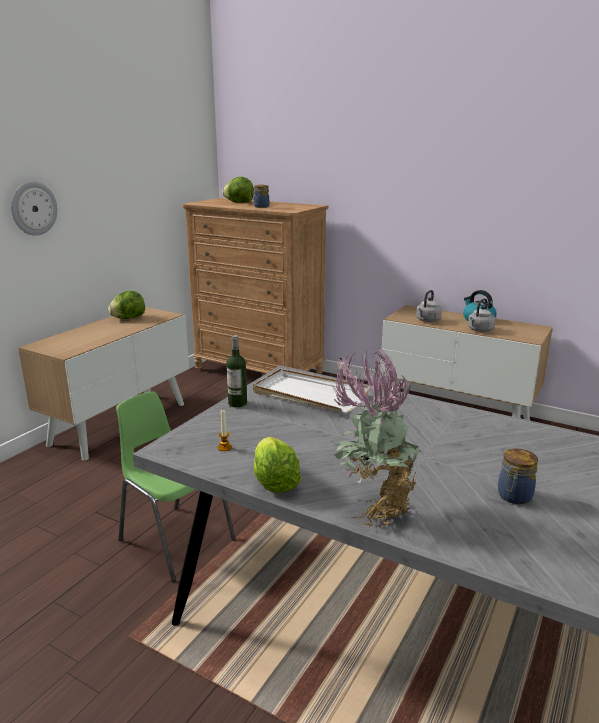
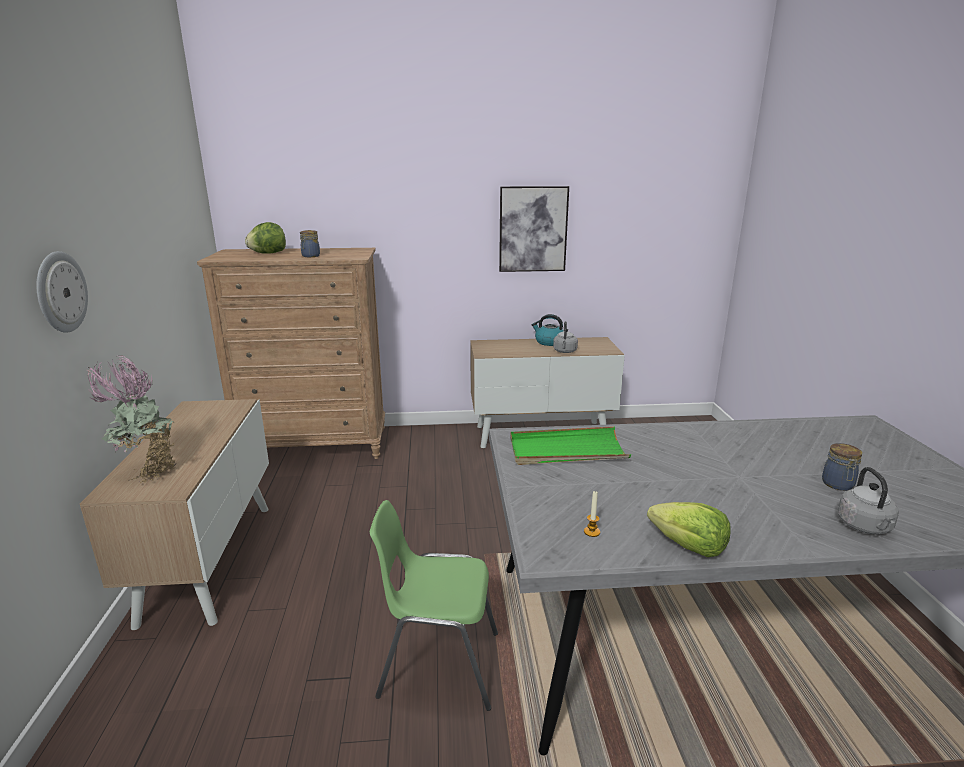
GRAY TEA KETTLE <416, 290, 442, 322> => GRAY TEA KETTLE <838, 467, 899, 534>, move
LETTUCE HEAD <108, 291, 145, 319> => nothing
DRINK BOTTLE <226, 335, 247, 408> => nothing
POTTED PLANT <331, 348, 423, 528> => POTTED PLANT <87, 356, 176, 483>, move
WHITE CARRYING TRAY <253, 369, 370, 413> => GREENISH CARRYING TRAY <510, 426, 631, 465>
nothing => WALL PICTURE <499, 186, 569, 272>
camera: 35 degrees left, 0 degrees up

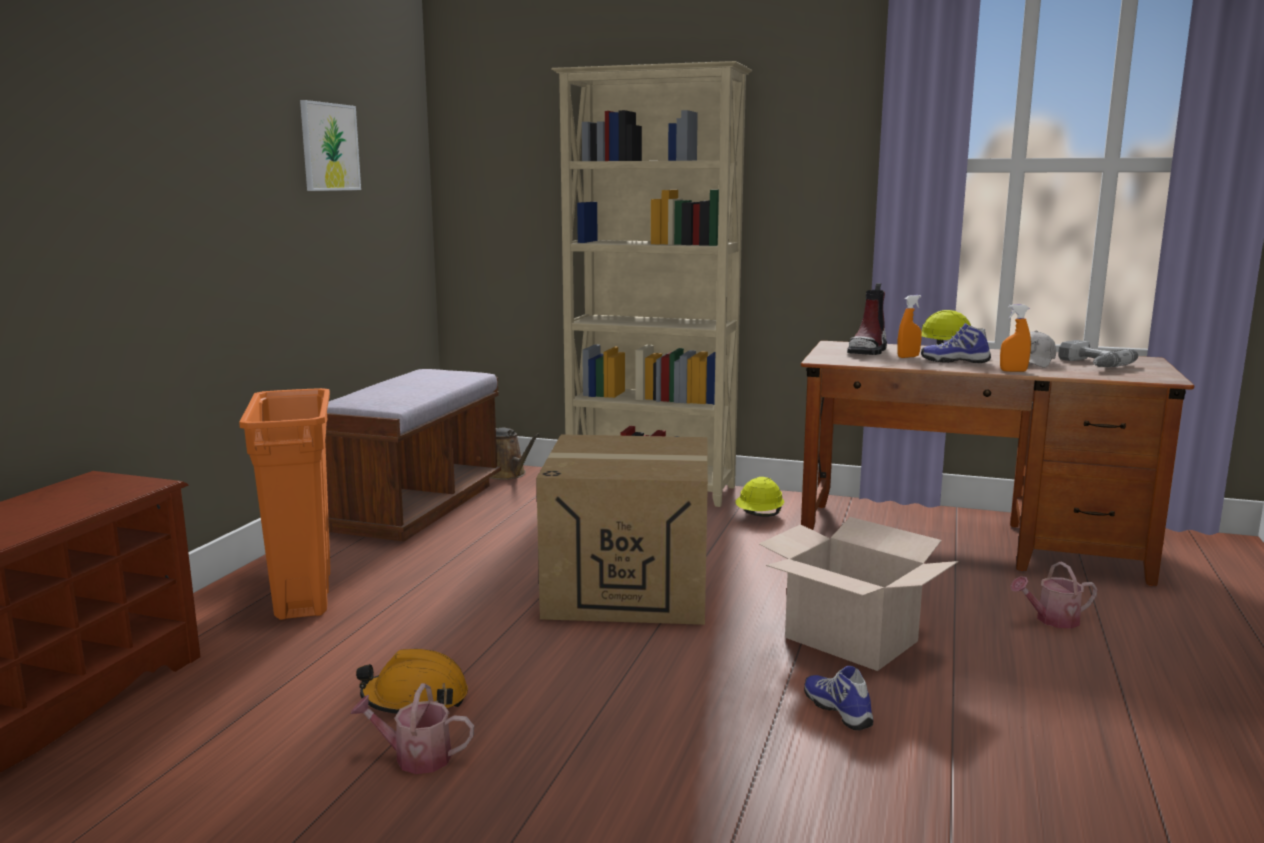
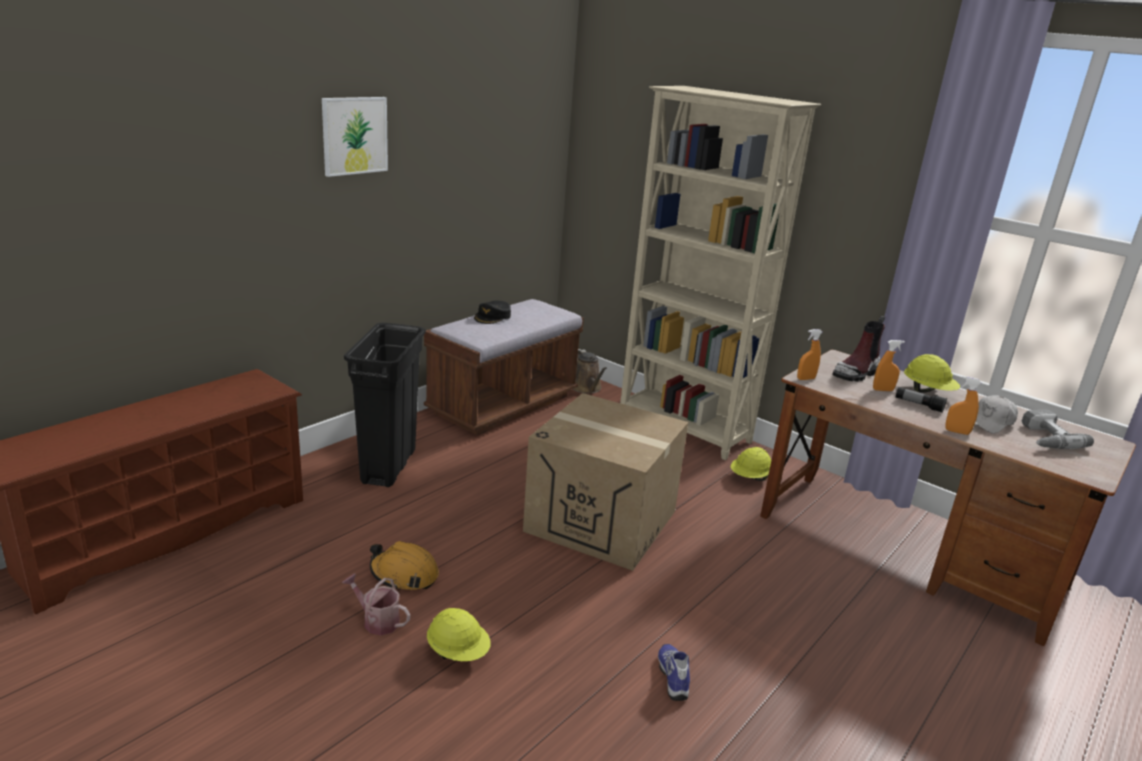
WALL PICTURE <300, 100, 361, 191> => WALL PICTURE <322, 97, 388, 177>, move
LOW SHOE <921, 323, 991, 363> => HAND TORCH <896, 387, 947, 413>
ORANGEY RUBBISH BIN <239, 388, 331, 620> => BLACKISH RUBBISH BIN <344, 323, 426, 487>
PACKING BOX <759, 517, 959, 671> => nothing
SPRINKLING CAN <1010, 562, 1098, 629> => nothing
nothing => BLACKISH BASEBALL CAP <474, 301, 511, 324>
nothing => ORANGEY HAND SPRAYER <797, 329, 822, 380>
nothing => YELLOWISH HARD HAT <427, 608, 490, 661>
camera: 20 degrees right, 10 degrees up

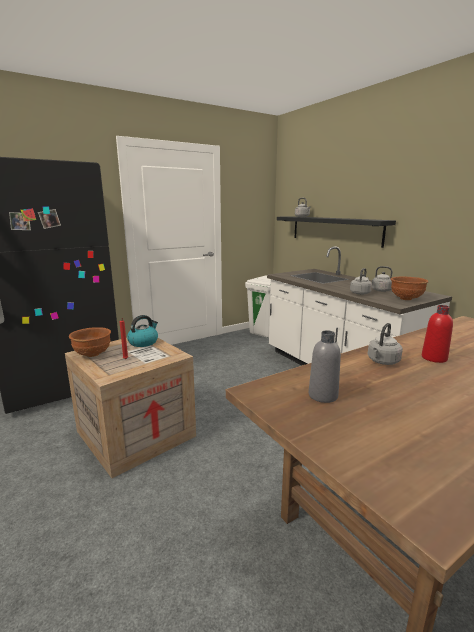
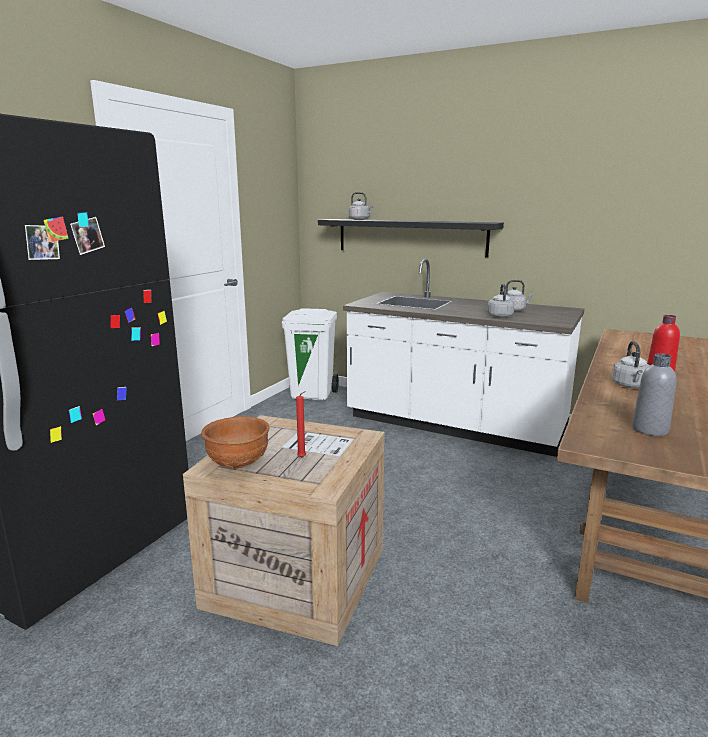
BROWN SERVING BOWL <391, 277, 429, 300> => nothing
TEA KETTLE <127, 315, 158, 347> => nothing
camera: 30 degrees left, 0 degrees up

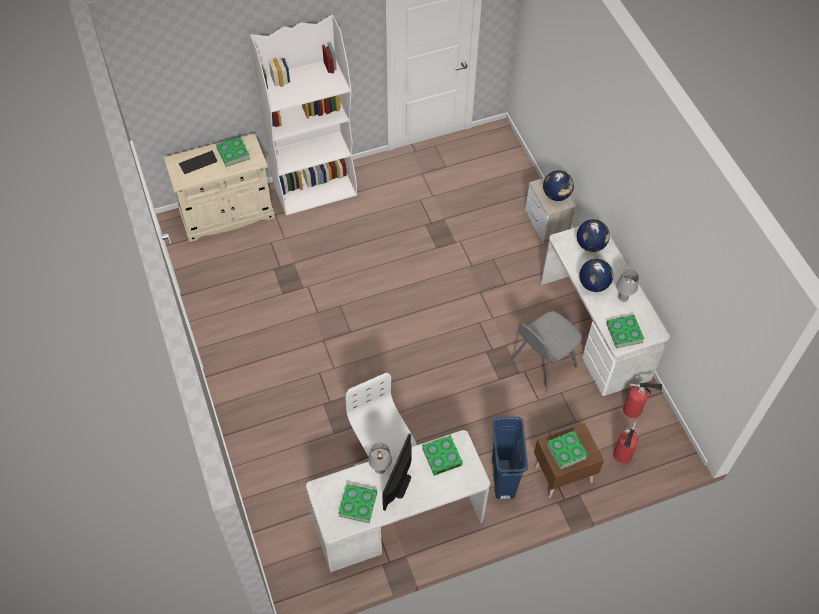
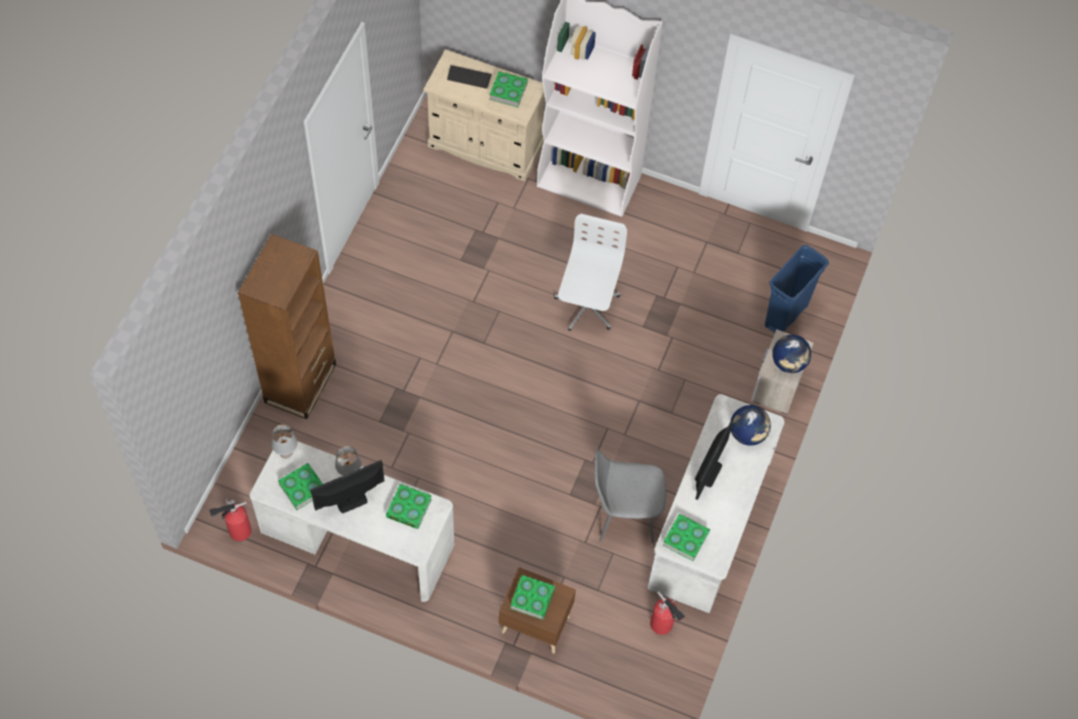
DESK GLOBE <579, 259, 613, 292> => MONITOR <695, 420, 733, 500>
GRAY LAMP FOR A TABLE <616, 269, 639, 302> => GRAY LAMP FOR A TABLE <271, 425, 298, 459>, move
WHITE OFFICE CHAIR <345, 373, 417, 466> => WHITE OFFICE CHAIR <554, 214, 627, 331>, move
BLUE RUBBISH BIN <492, 417, 528, 499> => BLUE RUBBISH BIN <765, 245, 829, 333>, move
FIRE-FIGHTING CYLINDER <613, 422, 639, 463> => FIRE-FIGHTING CYLINDER <209, 498, 252, 541>, move
nothing => BROWN BOOKSHELF <238, 234, 336, 419>
camera: 40 degrees right, 5 degrees up

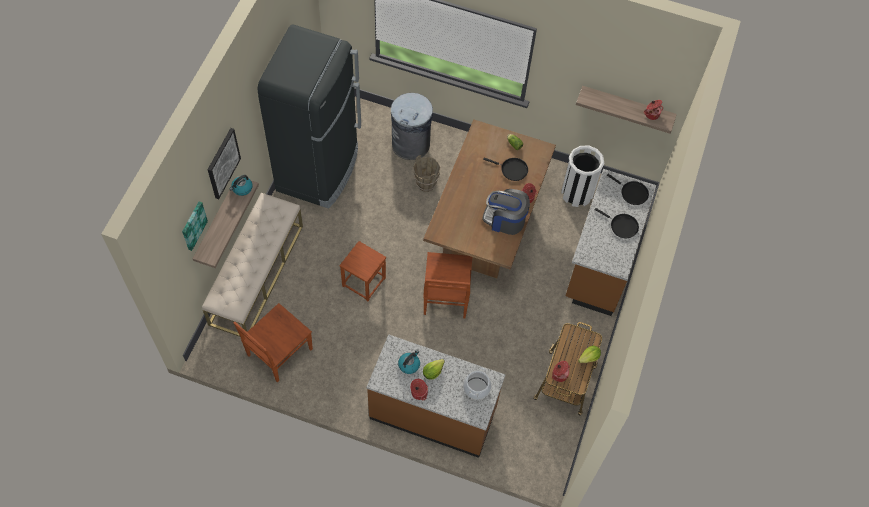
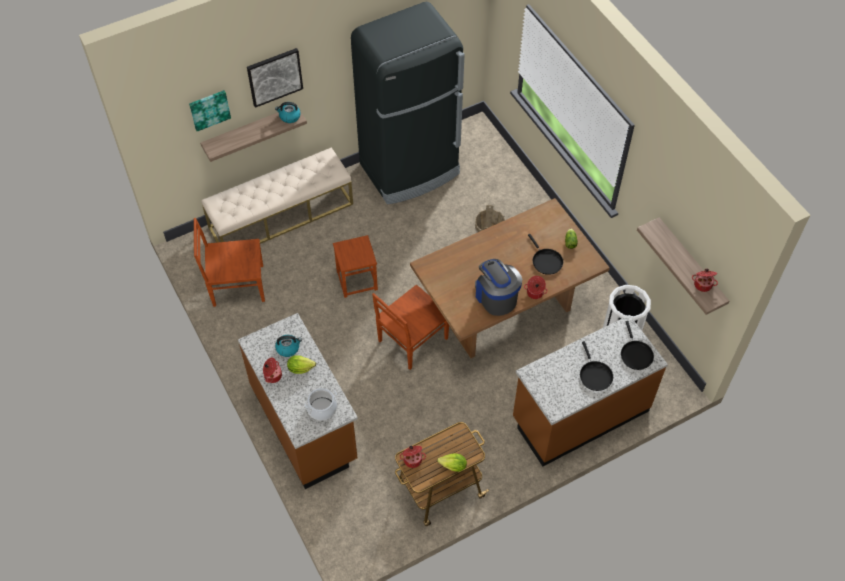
GRAY RUBBISH BIN <391, 93, 433, 160> => nothing
camera: 45 degrees right, 5 degrees down

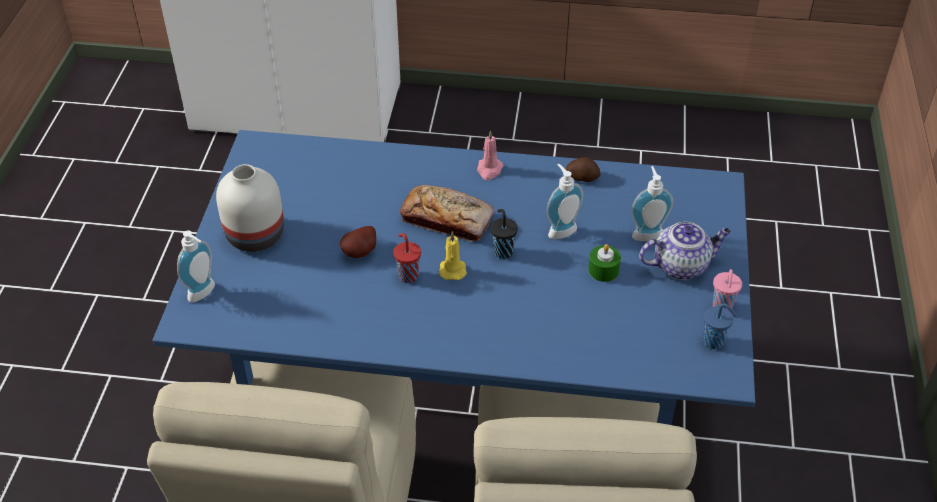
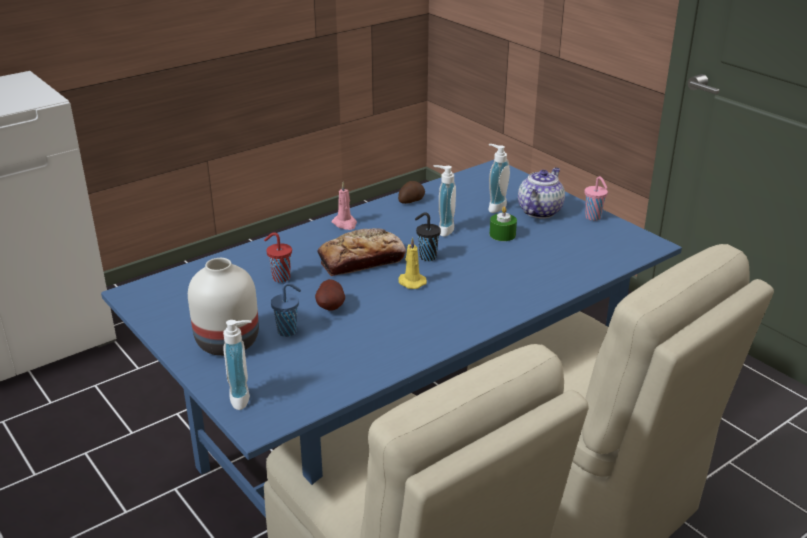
RED-COLOURED CUP <393, 233, 421, 283> => RED-COLOURED CUP <264, 232, 292, 283>, move
BLUE CUP <703, 303, 737, 349> => BLUE CUP <271, 283, 301, 337>, move
camera: 45 degrees left, 15 degrees down

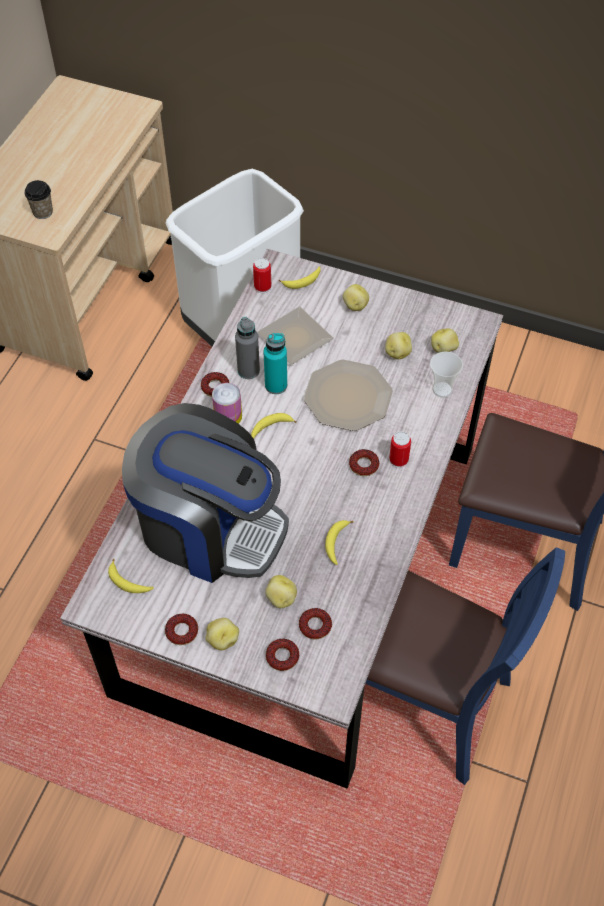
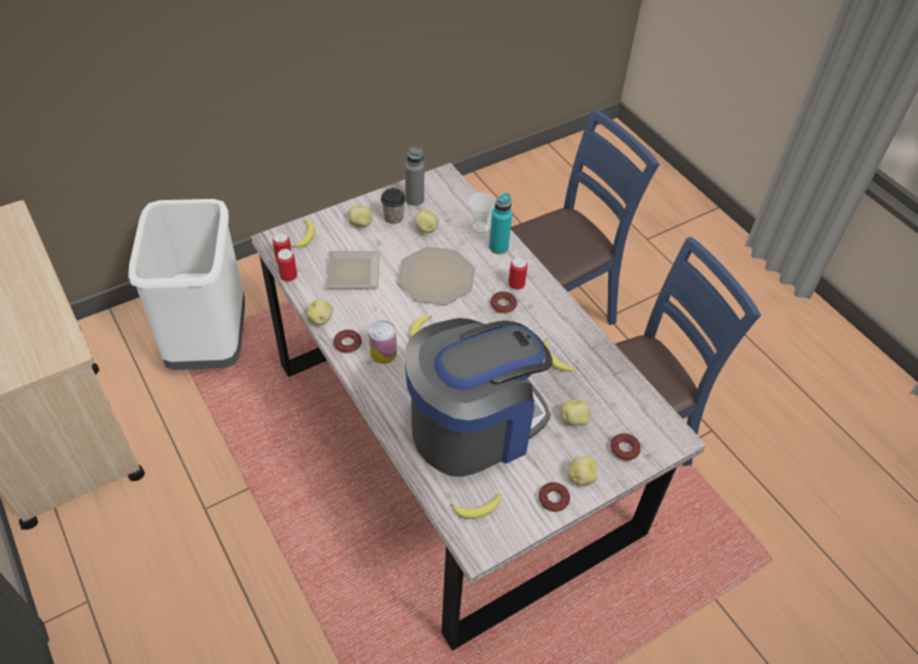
CUP <25, 180, 53, 219> => CUP <381, 188, 406, 224>, move
GRAY DRINK BOTTLE <235, 317, 260, 379> => GRAY DRINK BOTTLE <405, 148, 424, 206>, move
POTATO <431, 328, 459, 353> => POTATO <307, 299, 333, 325>, move
TURQUOISE-COLOURED DRINK BOTTLE <264, 333, 287, 394> => TURQUOISE-COLOURED DRINK BOTTLE <489, 193, 512, 254>, move
DONUT <299, 608, 332, 640> => nothing
nothing => METAL CAN <277, 249, 297, 283>
camera: 55 degrees left, 5 degrees down

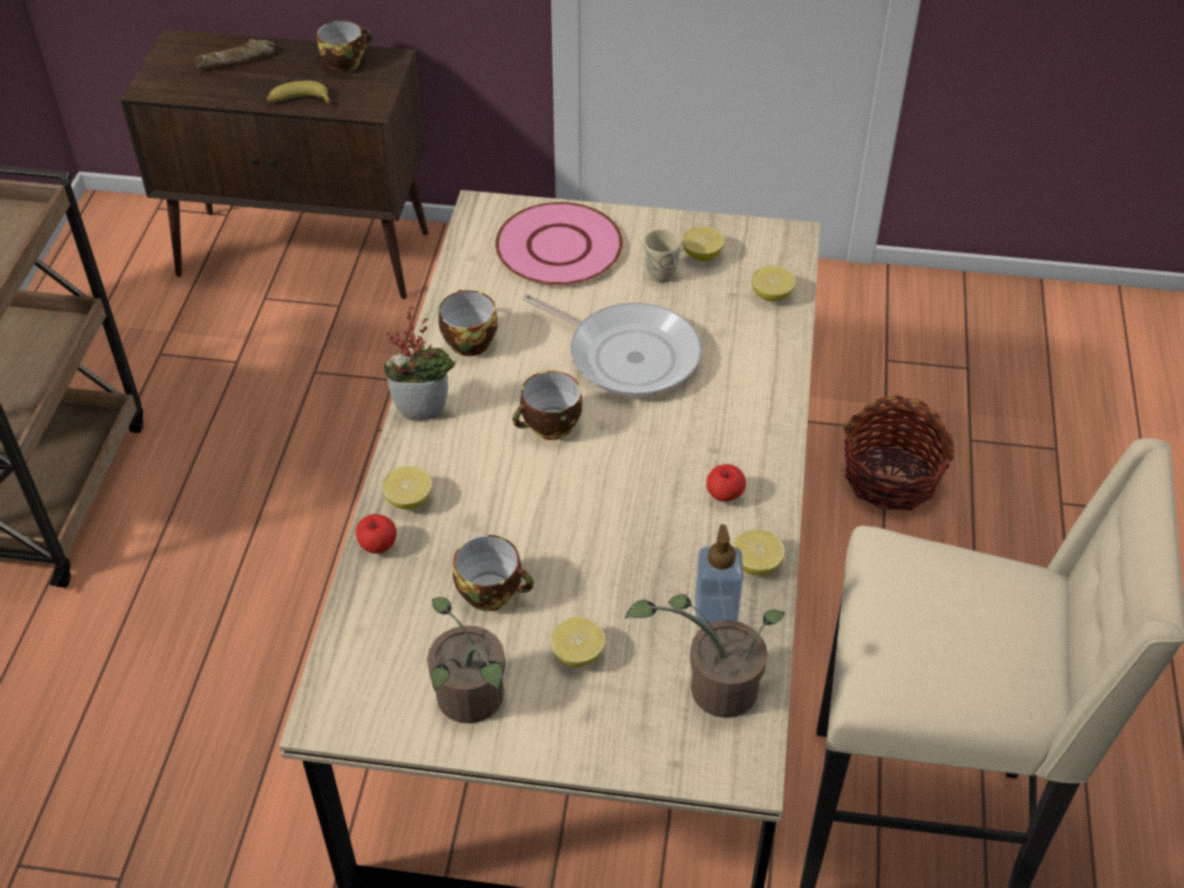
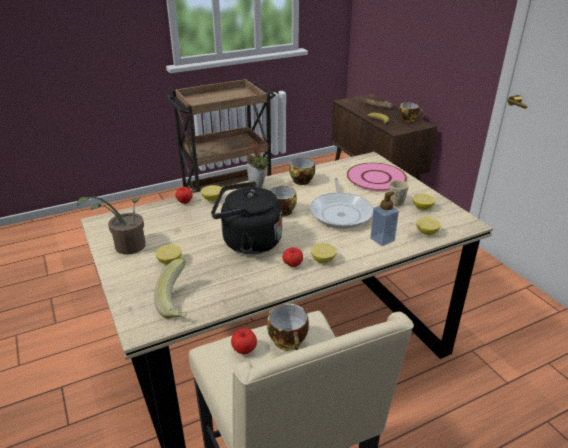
BASKET <843, 395, 954, 510> => nothing
LIQUID SOAP BOTTLE <695, 524, 743, 625> => LIQUID SOAP BOTTLE <370, 191, 399, 246>, move
LEMON <733, 529, 785, 575> => LEMON <311, 243, 337, 263>, move
CUP <453, 535, 534, 611> => CUP <267, 304, 309, 351>, move
POTTED PLANT <625, 594, 784, 718> => WHOLE BANANA <154, 258, 187, 318>
nothing => BLACKISH TEA KETTLE <211, 182, 282, 254>
nothing => APPLE <231, 328, 257, 354>
camera: 55 degrees right, 15 degrees down

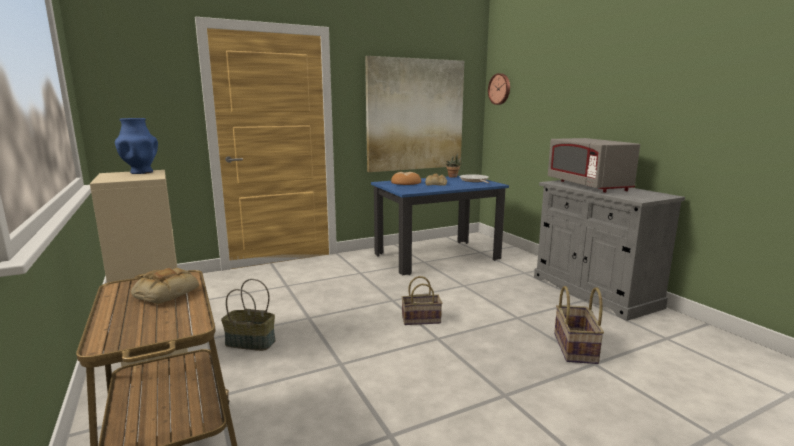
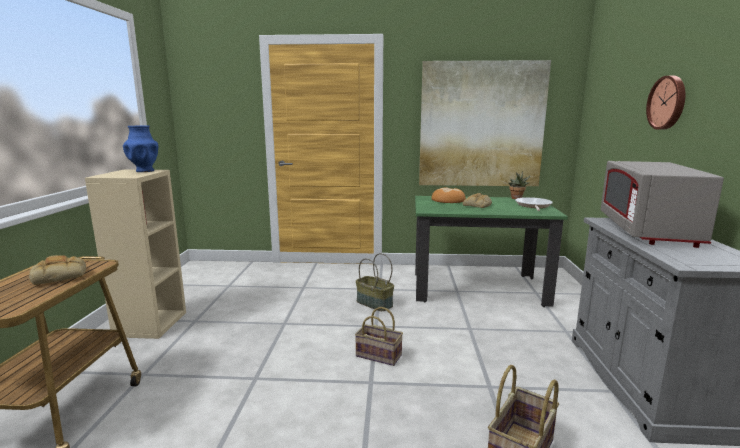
CLOCK ON THE WALL <488, 73, 510, 105> => CLOCK ON THE WALL <646, 76, 685, 130>, move
BLUE DINING TABLE <371, 176, 509, 275> => GREENISH DINING TABLE <415, 196, 568, 307>
BASKET <221, 279, 275, 351> => BASKET <356, 253, 394, 311>, move
camera: 30 degrees right, 0 degrees up

